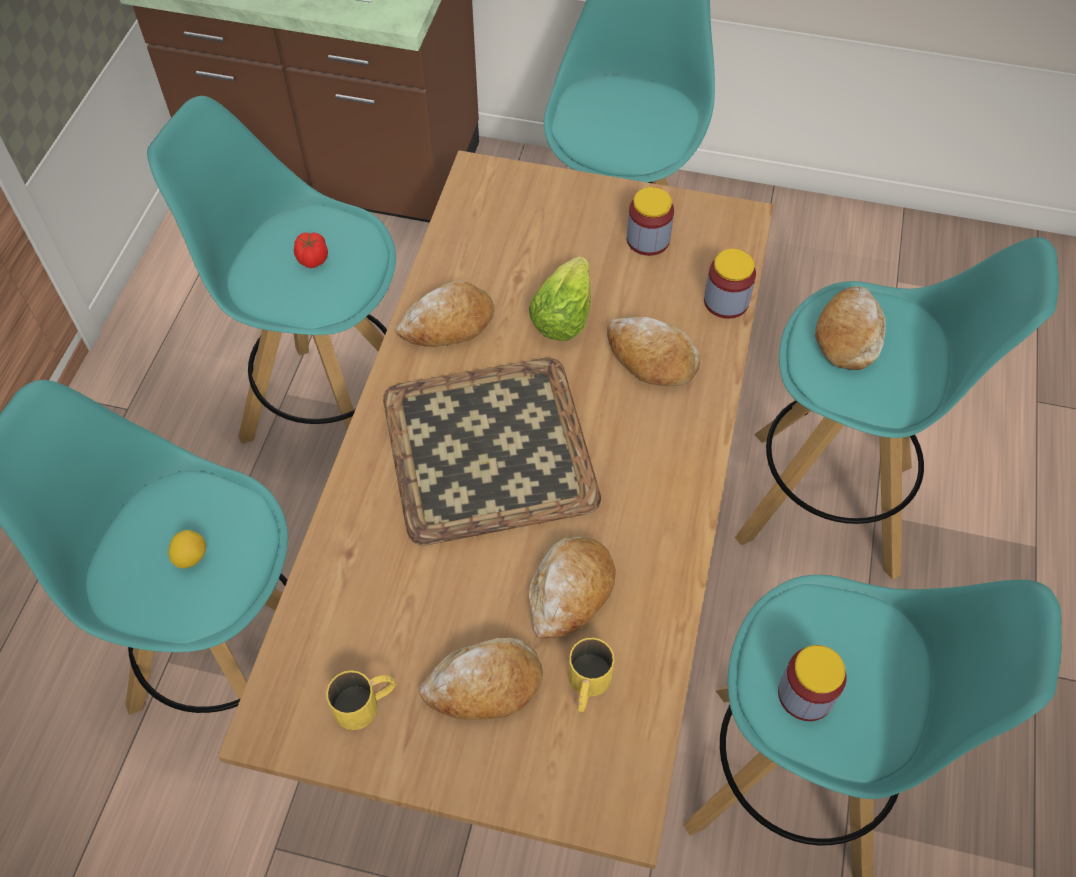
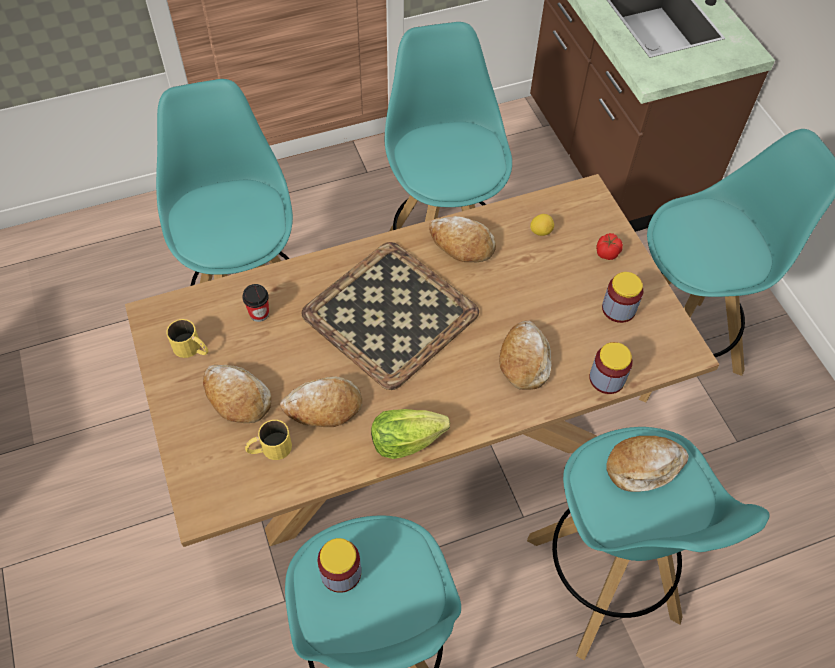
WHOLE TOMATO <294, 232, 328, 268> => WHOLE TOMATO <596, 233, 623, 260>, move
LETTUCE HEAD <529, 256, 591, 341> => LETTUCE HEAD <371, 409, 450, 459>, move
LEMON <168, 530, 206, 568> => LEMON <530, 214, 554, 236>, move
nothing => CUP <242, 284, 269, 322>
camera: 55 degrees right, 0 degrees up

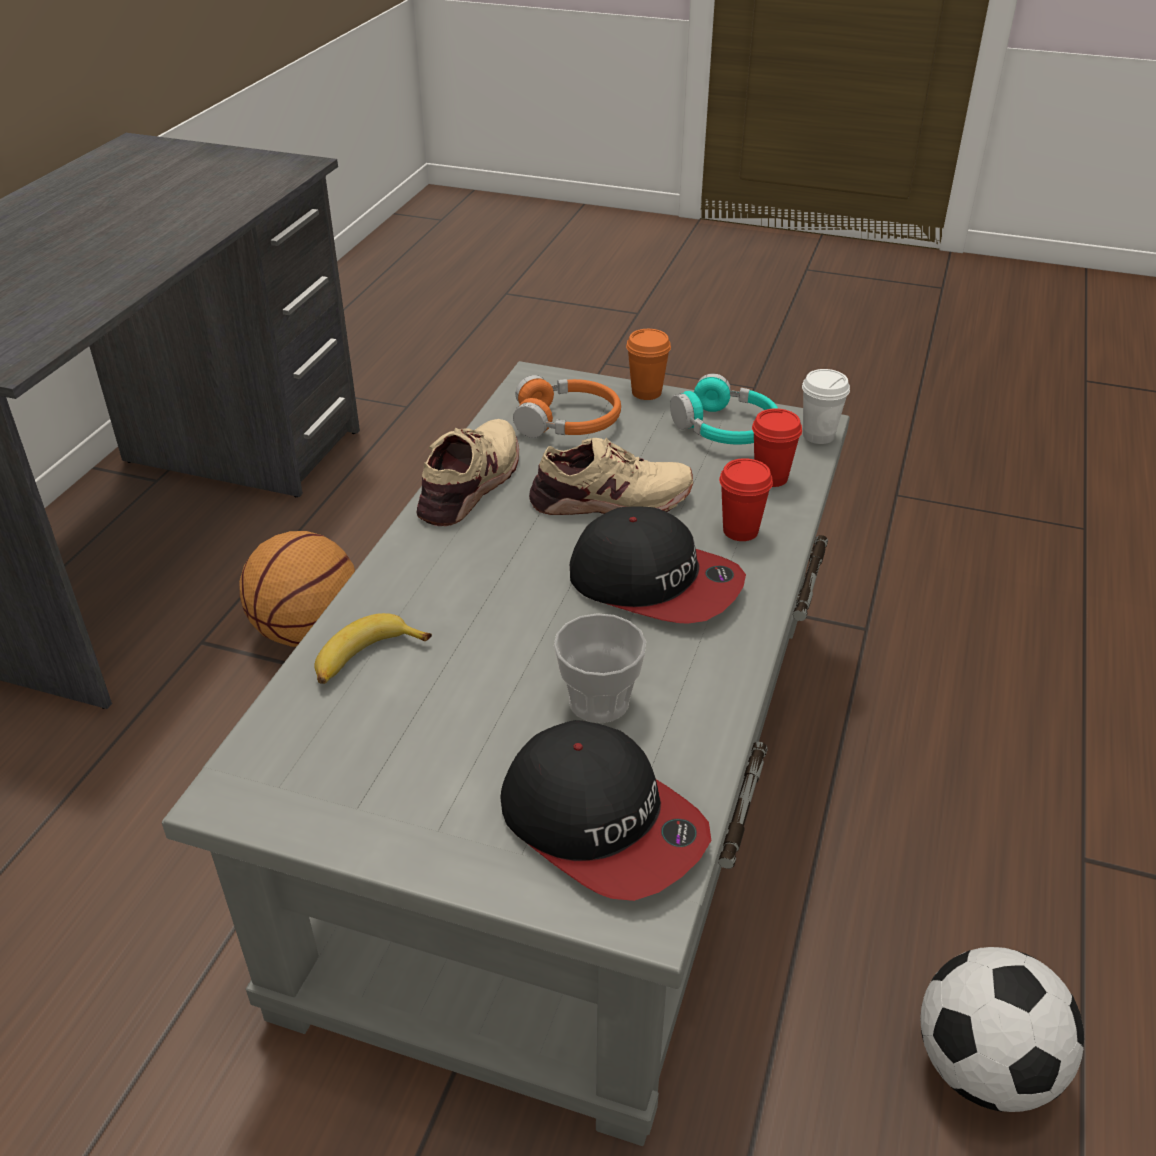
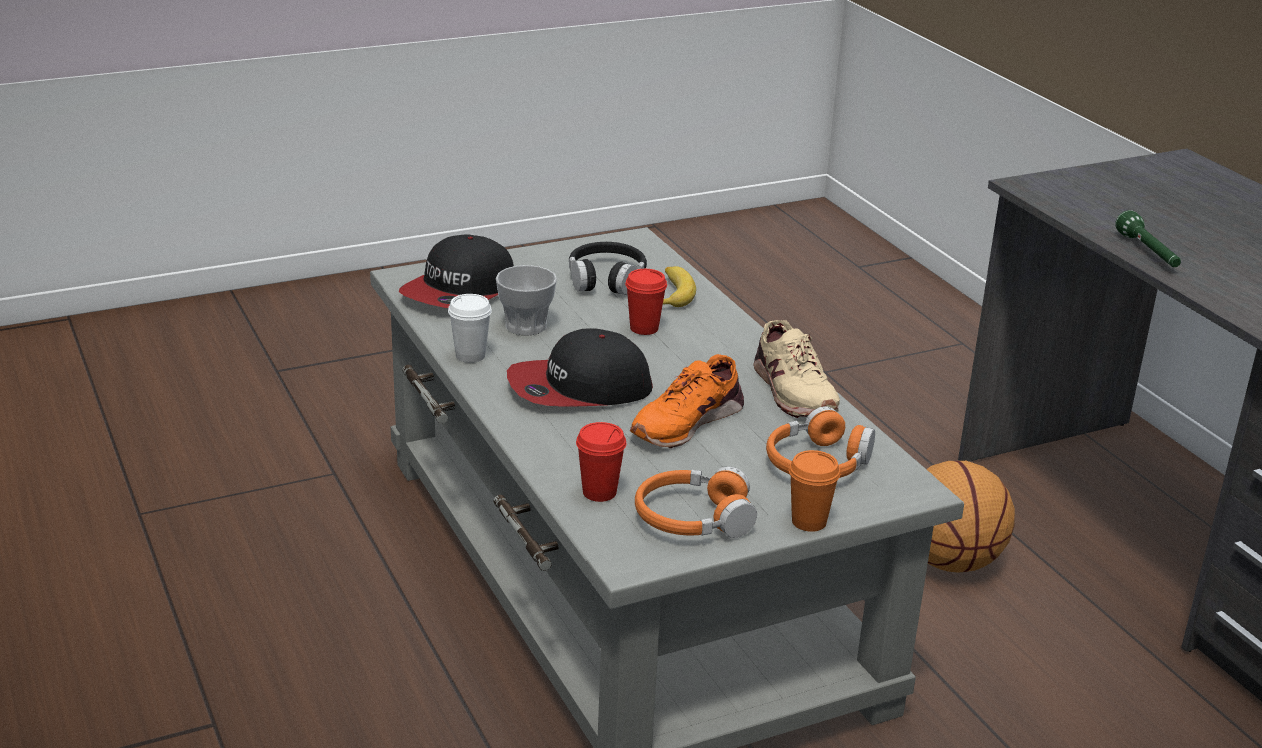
WHITE CUP <802, 369, 850, 444> => WHITE CUP <448, 294, 492, 363>, move
TURQUOISE-COLOURED PAIR OF HEADPHONES <670, 373, 778, 445> => ORANGEY PAIR OF HEADPHONES <635, 466, 757, 538>
BEIGE LOW SHOE <529, 438, 693, 515> => ORANGEY LOW SHOE <630, 354, 744, 448>
RED-COLOURED CUP <719, 458, 773, 541> => RED-COLOURED CUP <625, 269, 667, 335>, move
BASEBALL CAP <501, 720, 712, 901> => BASEBALL CAP <399, 234, 514, 308>, 60 degrees counterclockwise
FOOTBALL <920, 947, 1084, 1112> => nothing
nothing => GREENISH HAND TORCH <1115, 210, 1181, 267>
nothing => BLACKISH PAIR OF HEADPHONES <569, 242, 647, 295>
camera: 135 degrees right, 10 degrees down

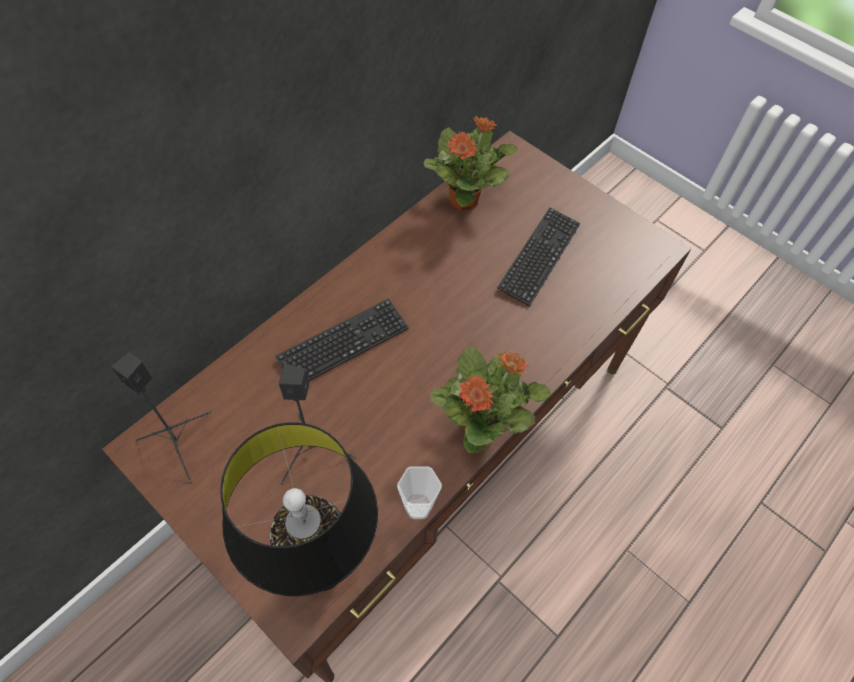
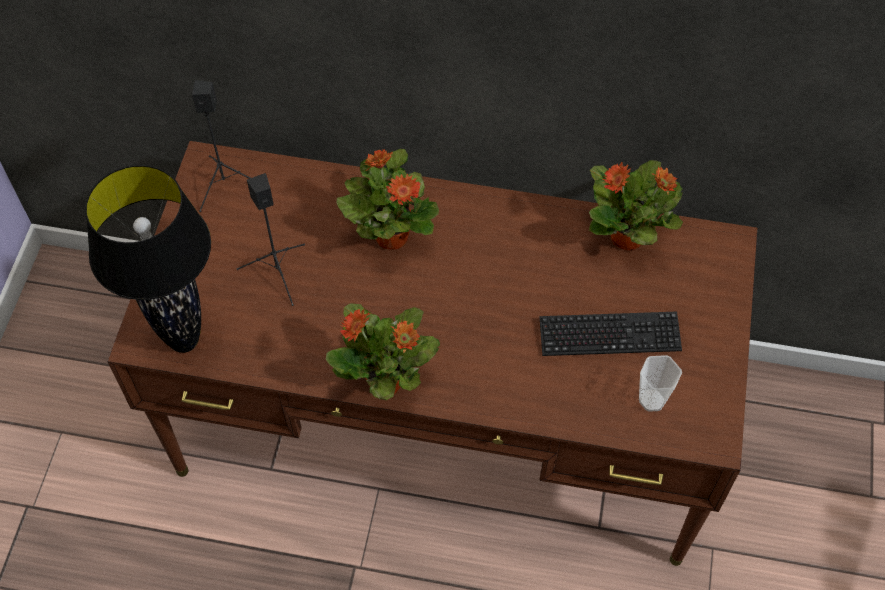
PC KEYBOARD <275, 298, 409, 381> => POTTED PLANT <337, 149, 439, 250>
CUP <397, 466, 442, 519> => CUP <639, 355, 682, 412>, move
camera: 60 degrees right, 0 degrees up

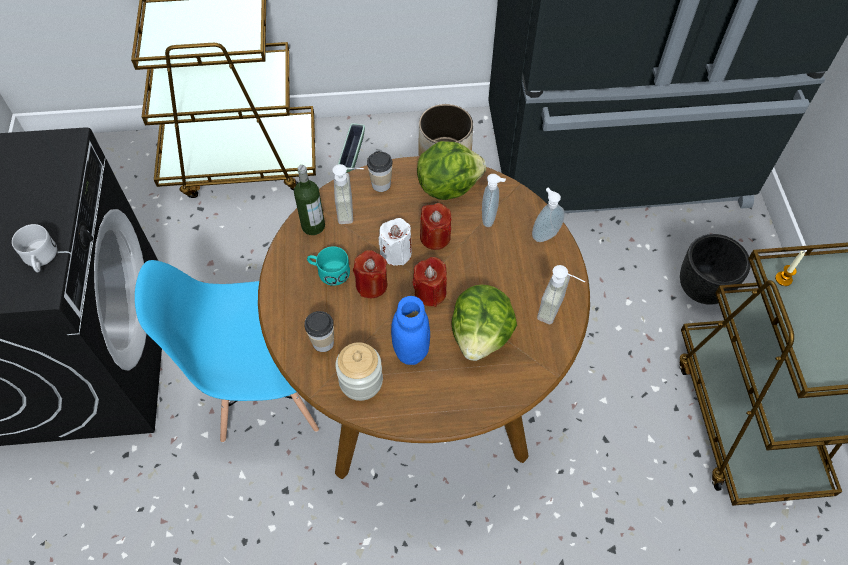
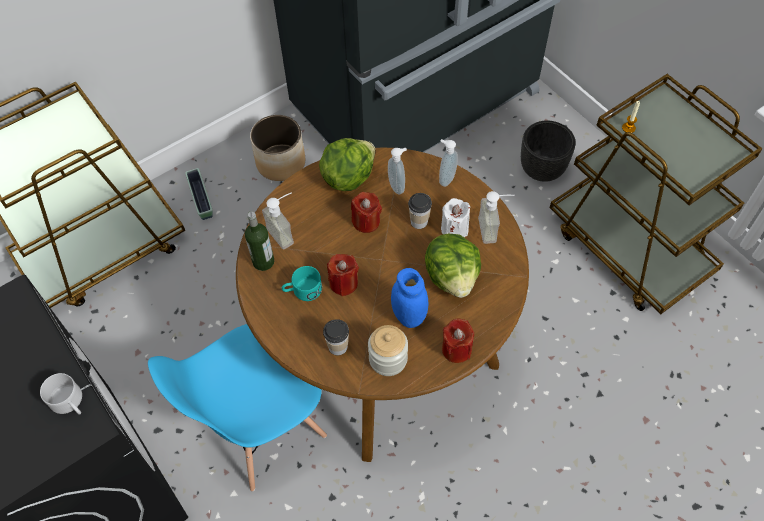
CUP <367, 151, 393, 192> => CUP <408, 193, 432, 229>, move
WHITE WAX CANDLE <379, 218, 412, 266> => WHITE WAX CANDLE <441, 198, 470, 237>, move
RED-COLOURED WAX CANDLE <413, 257, 447, 307> => RED-COLOURED WAX CANDLE <442, 319, 474, 363>, move
camera: 30 degrees left, 0 degrees up

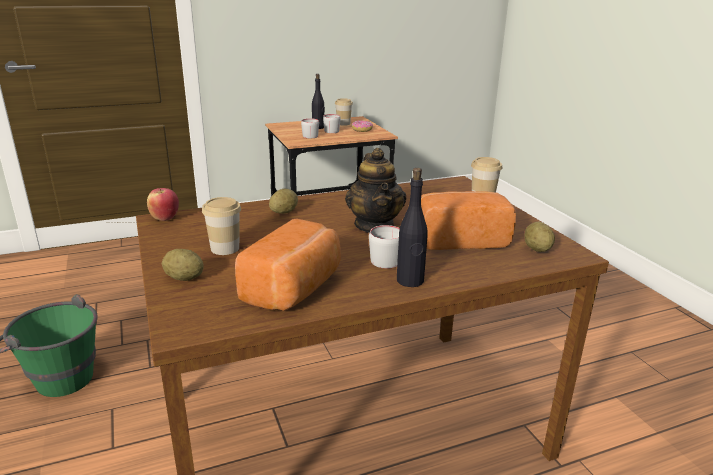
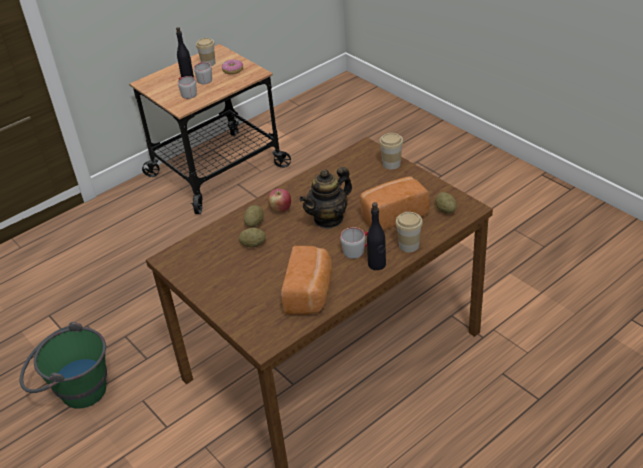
TEAPOT <345, 148, 406, 233> => TEAPOT <300, 167, 352, 229>, 75 degrees clockwise
APPLE <147, 188, 179, 221> => APPLE <268, 188, 291, 213>, move
CUP <202, 197, 241, 255> => CUP <395, 212, 423, 252>, move
POTATO <162, 249, 204, 281> => POTATO <239, 228, 266, 248>, move
camera: 15 degrees left, 15 degrees up

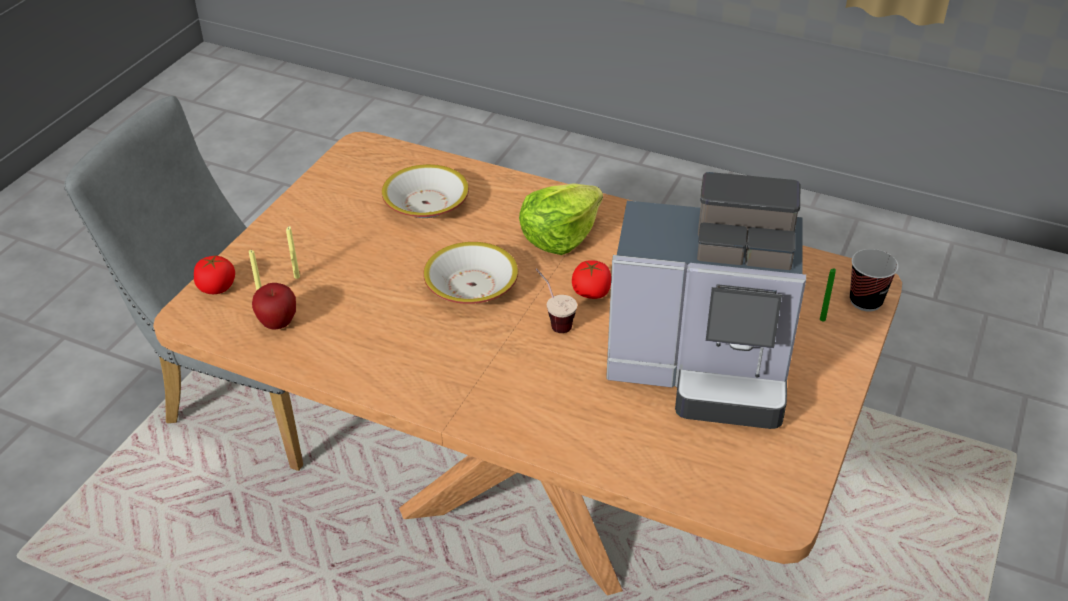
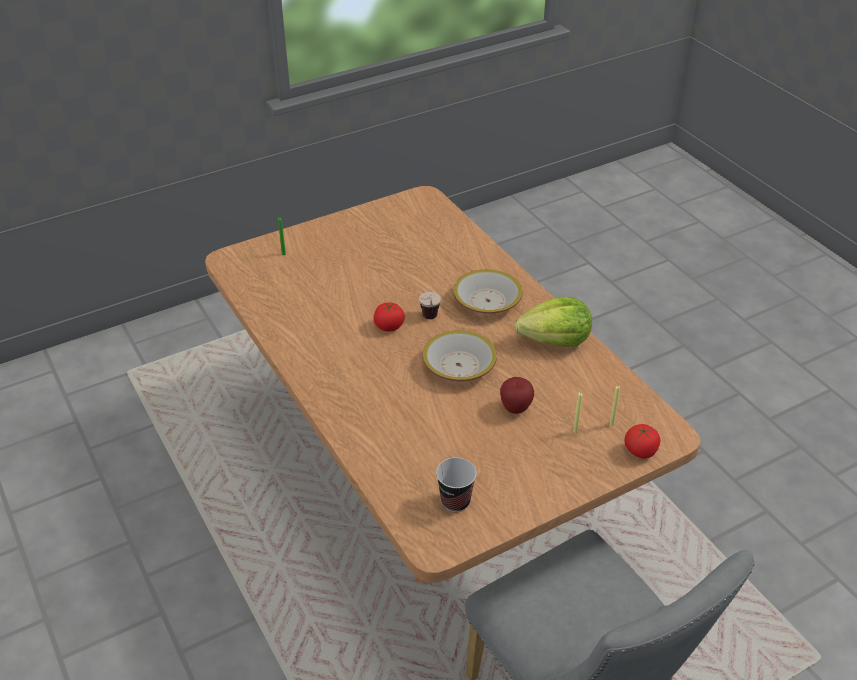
SERVING BOWL <382, 164, 469, 218> => SERVING BOWL <453, 269, 523, 314>, move
COFFEE BREWER <606, 172, 806, 429> => nothing
LETTUCE HEAD <519, 183, 603, 255> => LETTUCE HEAD <515, 297, 592, 346>, move
CUP <850, 249, 898, 311> => CUP <436, 458, 477, 512>, move
APPLE <252, 283, 296, 330> => APPLE <500, 377, 534, 414>, move
camera: 145 degrees left, 0 degrees up

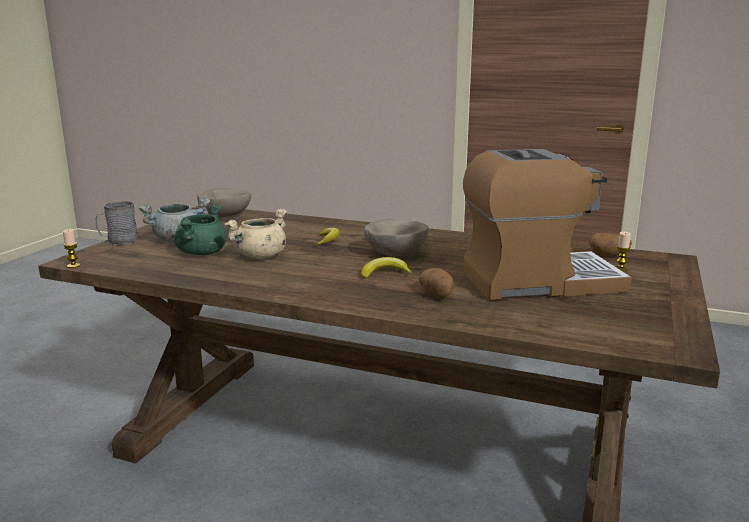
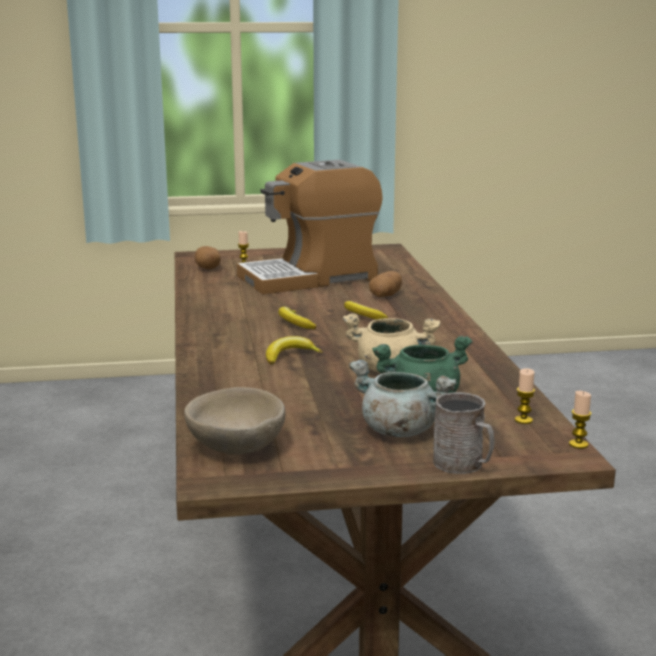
COFFEE BREWER <463, 149, 632, 301> => COFFEE BREWER <237, 160, 383, 294>, 75 degrees counterclockwise
BEIGE SERVING BOWL <364, 219, 429, 256> => WHOLE BANANA <278, 307, 316, 329>
nothing => WAX CANDLE <515, 368, 535, 424>
camera: 120 degrees left, 0 degrees up

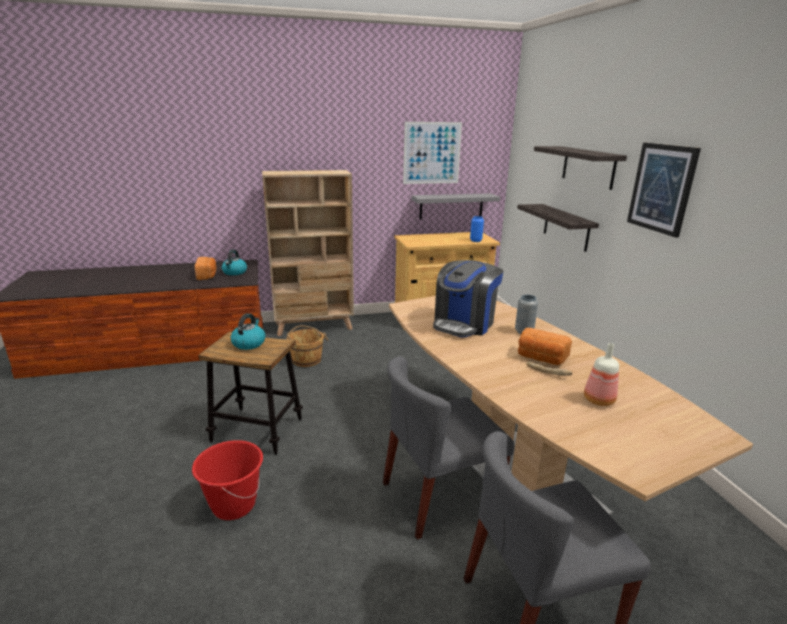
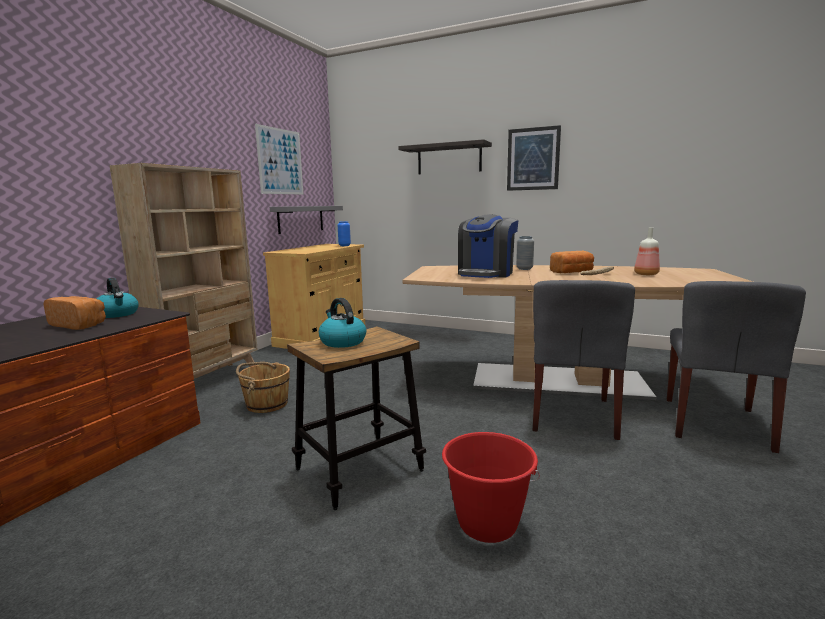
SHELF <517, 204, 599, 252> => nothing
COFFEE BREWER <433, 260, 504, 338> => COFFEE BREWER <458, 214, 519, 278>, 45 degrees clockwise
camera: 50 degrees left, 10 degrees down

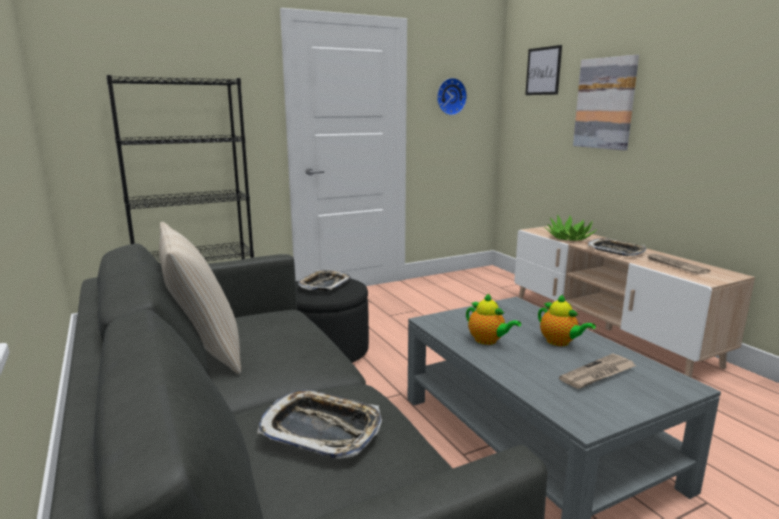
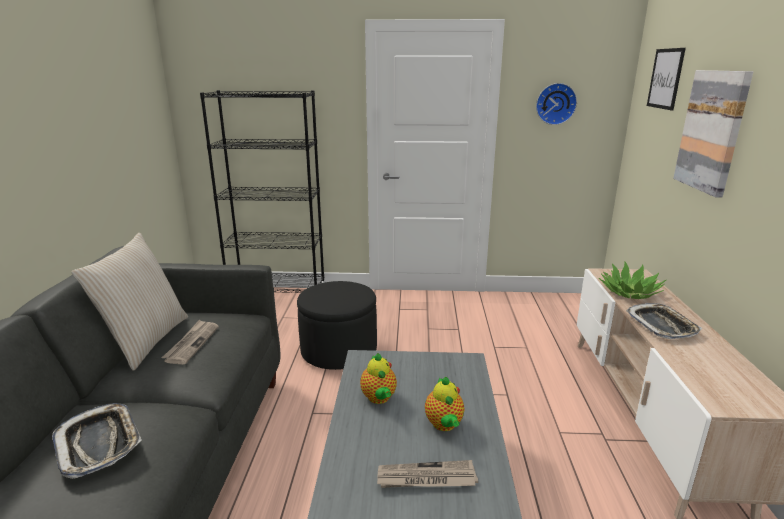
NEWSPAPER <647, 254, 711, 274> => NEWSPAPER <162, 320, 219, 364>, move
CARRYING TRAY <298, 270, 351, 291> => nothing
camera: 30 degrees right, 5 degrees up

